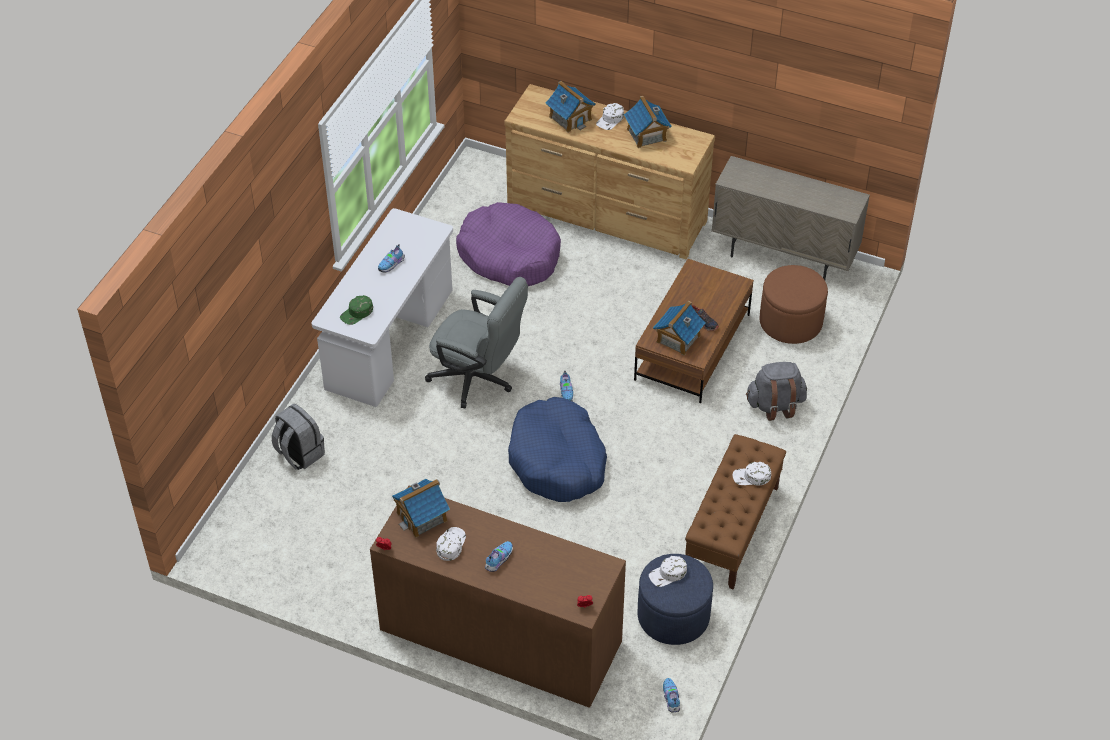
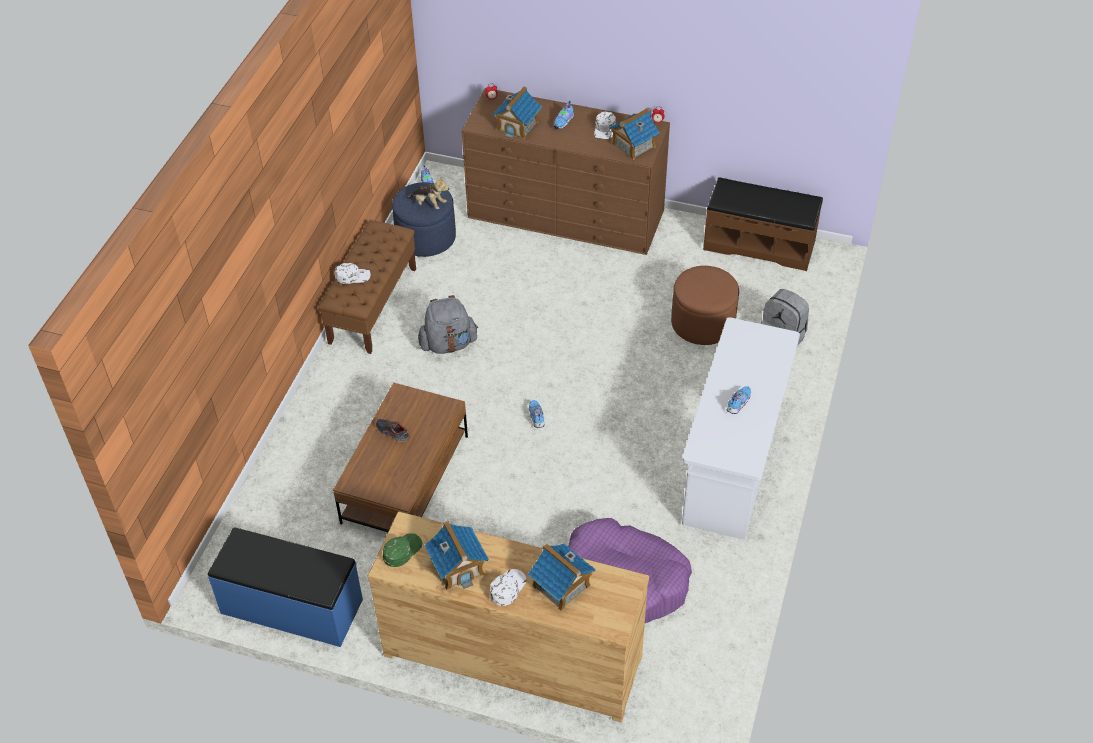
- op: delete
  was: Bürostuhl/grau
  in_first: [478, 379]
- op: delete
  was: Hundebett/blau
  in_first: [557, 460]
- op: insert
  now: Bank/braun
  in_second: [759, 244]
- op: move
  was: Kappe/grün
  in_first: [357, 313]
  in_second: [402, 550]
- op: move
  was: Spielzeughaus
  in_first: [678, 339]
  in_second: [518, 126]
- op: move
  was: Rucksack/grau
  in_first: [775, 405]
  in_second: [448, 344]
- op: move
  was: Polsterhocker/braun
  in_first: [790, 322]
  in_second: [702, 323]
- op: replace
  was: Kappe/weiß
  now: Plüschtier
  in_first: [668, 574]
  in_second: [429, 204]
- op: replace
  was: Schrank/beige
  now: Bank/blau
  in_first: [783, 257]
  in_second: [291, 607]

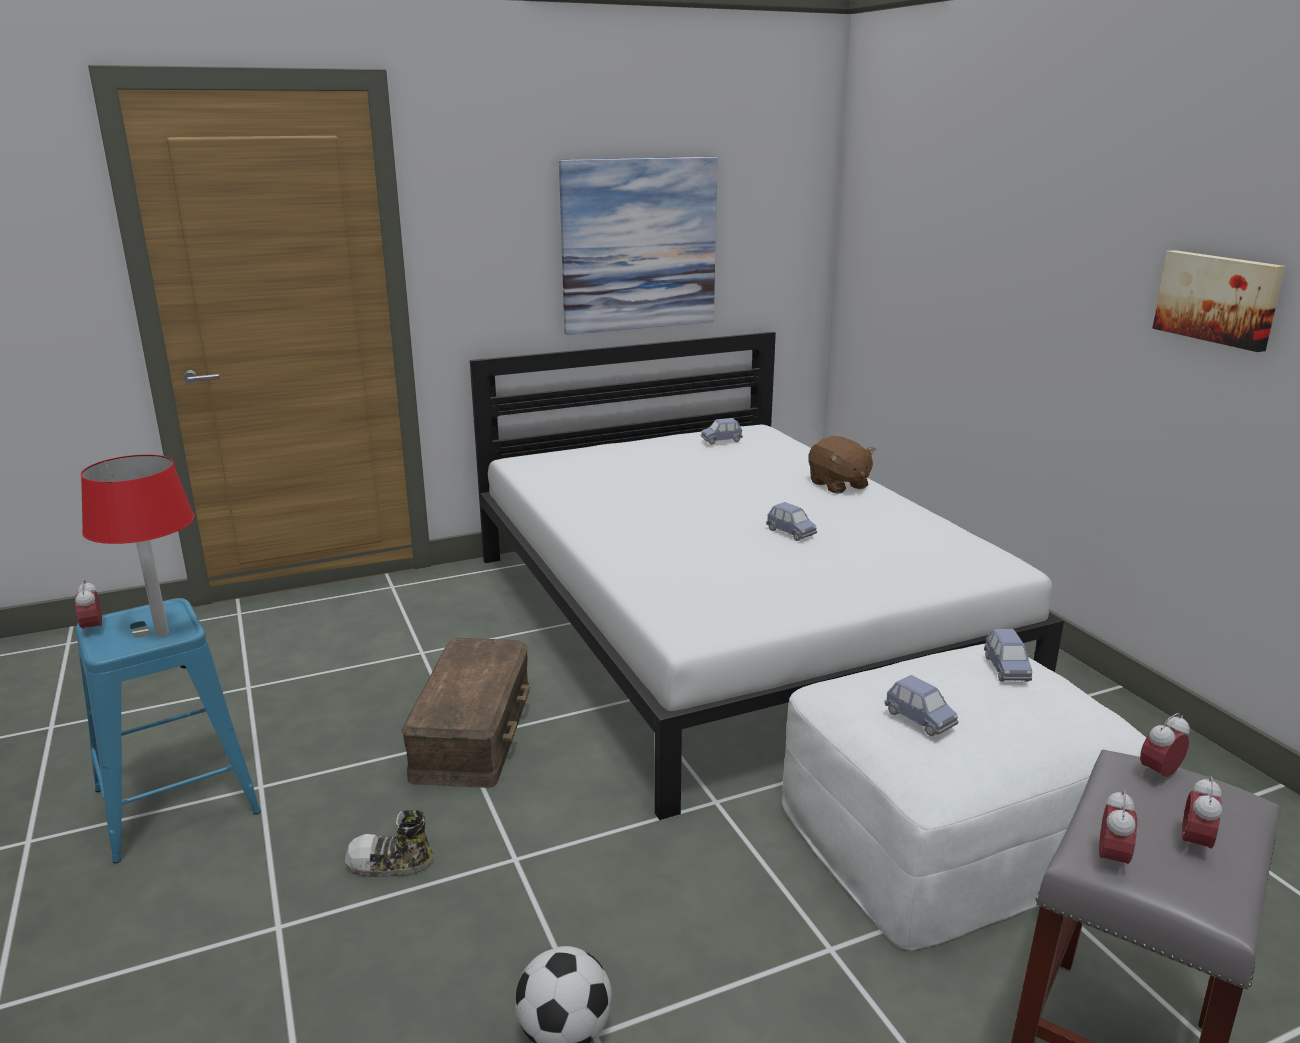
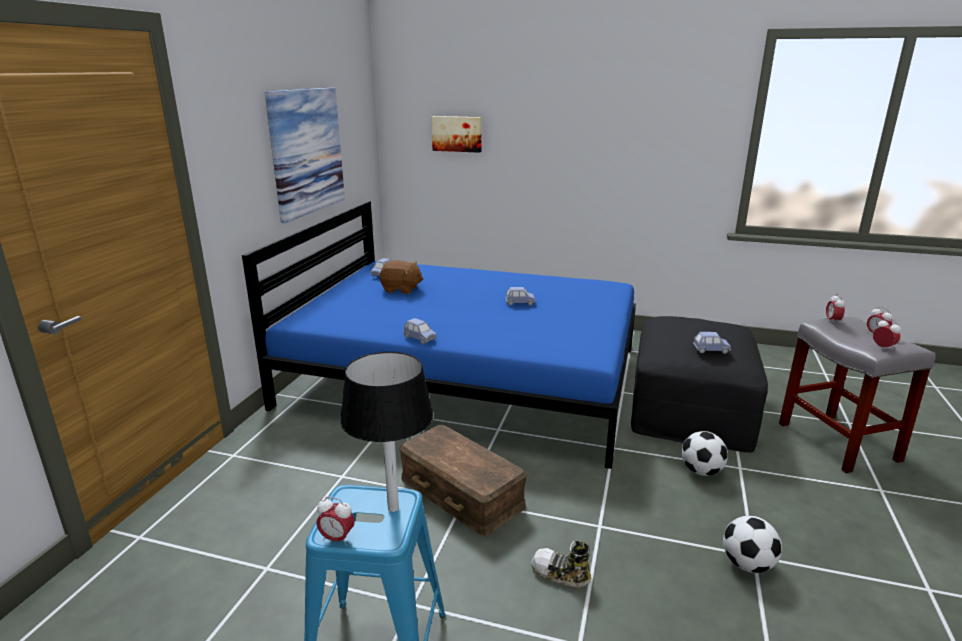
- op: insert
  now: Fußball
  in_second: [701, 471]
- op: move
  was: Plüschtier/braun
  in_first: [838, 485]
  in_second: [401, 289]
- op: move
  was: Spielzeugauto/blau
  in_first: [1006, 669]
  in_second: [419, 338]
- op: move
  was: Bild
  in_first: [1218, 298]
  in_second: [457, 134]
- op: recolor
  was: Tischlampe/rot
  now: Tischlampe/schwarz
  in_first: [162, 634]
  in_second: [393, 508]
- op: recolor
  was: Bett/weiß
  now: Bett/blau
  in_first: [727, 623]
  in_second: [465, 375]
- op: recolor
  was: Polsterhocker/weiß
  now: Polsterhocker/schwarz
  in_first: [949, 833]
  in_second: [690, 407]
- op: rotate
  was: Schuh
  in_first: [390, 864]
  in_second: [560, 574]
  clockwise: 75

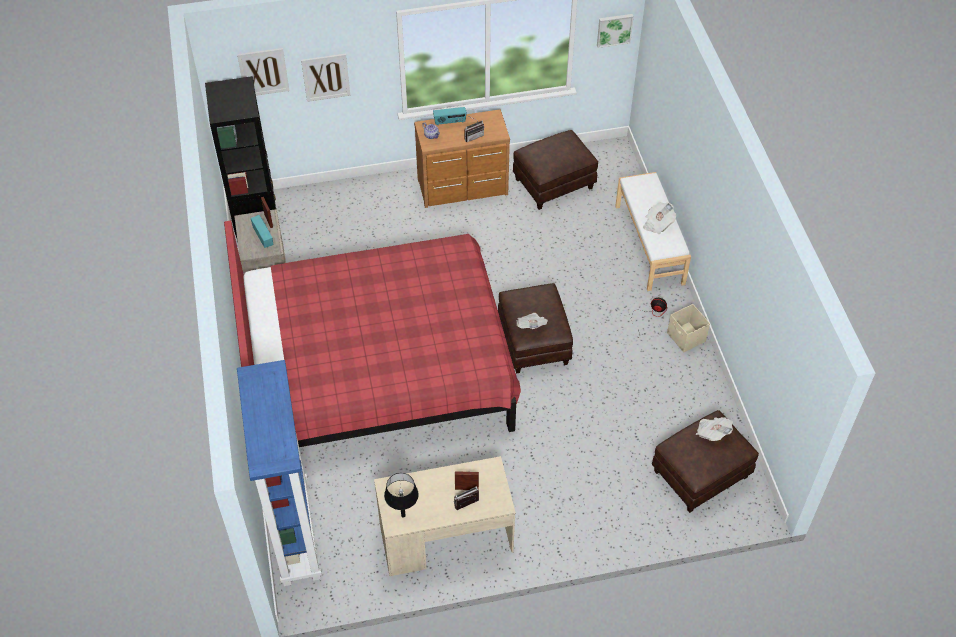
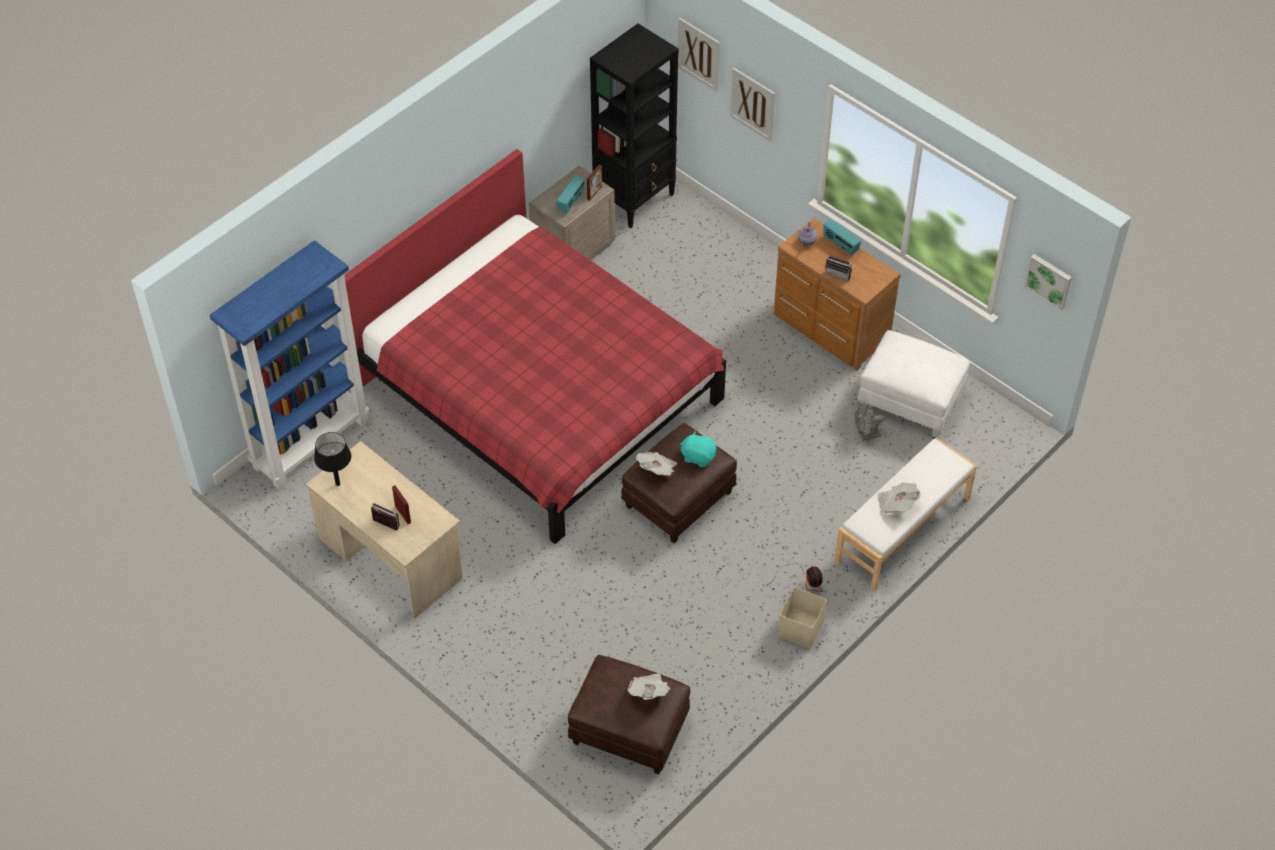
- op: insert
  now: Plüschtier/türkis
  in_second: [698, 456]
- op: insert
  now: Ventilator/grau
  in_second: [866, 435]
- op: recolor
  was: Polsterhocker/braun
  now: Polsterhocker/weiß
  in_first: [553, 184]
  in_second: [909, 400]

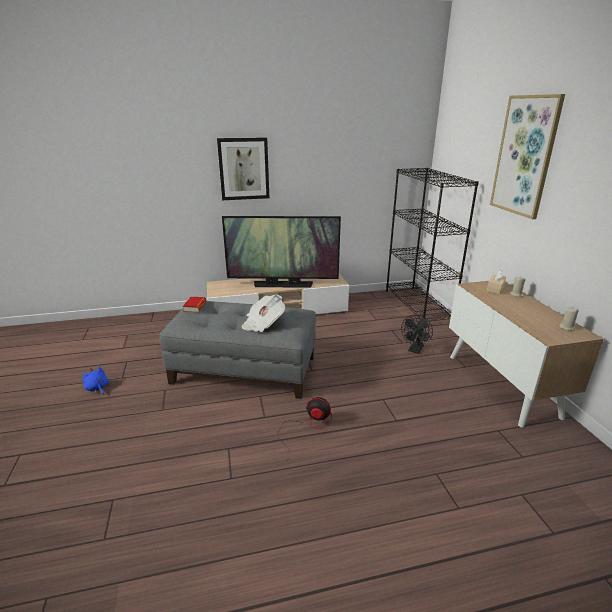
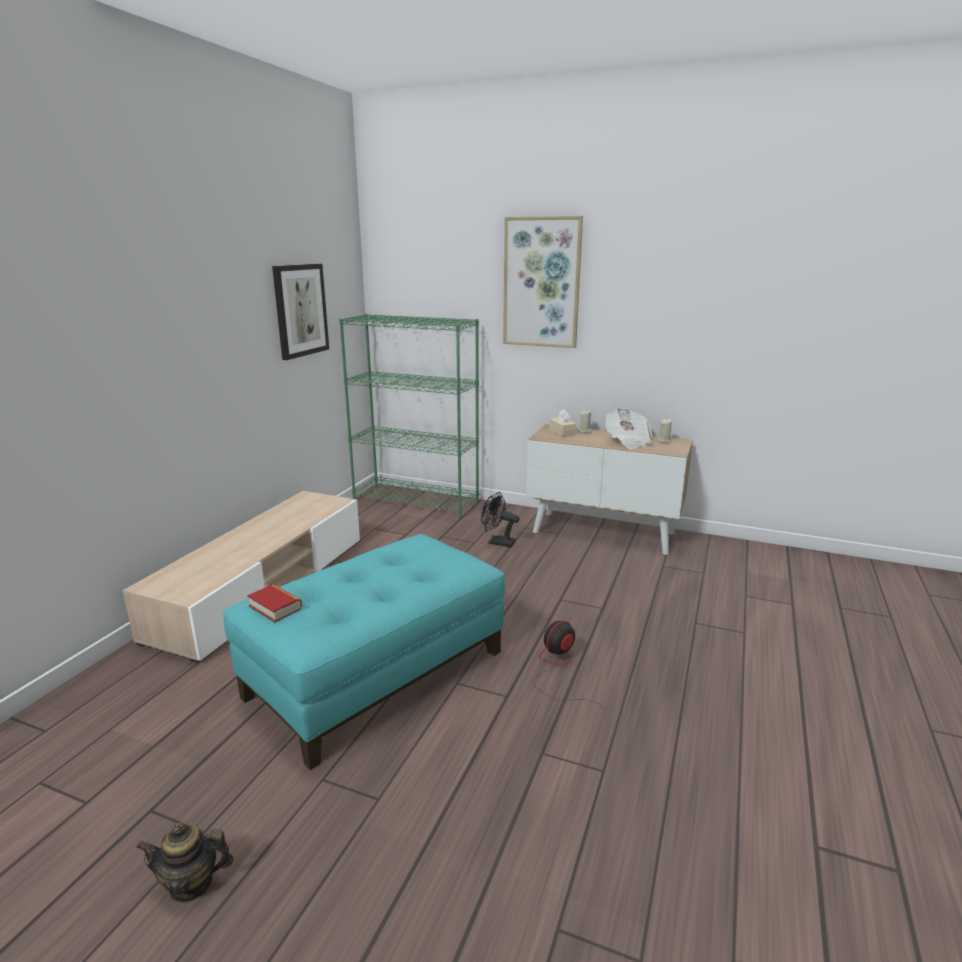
- op: delete
  was: Fernseher
  in_first: [283, 285]
- op: move
  was: Bild
  in_first: [244, 169]
  in_second: [300, 310]
- op: move
  was: Zeitung
  in_first: [263, 324]
  in_second: [627, 441]
- op: replace
  was: Plüschtier/blau
  now: Teekanne
  in_first: [97, 388]
  in_second: [191, 884]
- op: recolor
  was: Polsterhocker/grau
  now: Polsterhocker/türkis
  in_first: [244, 370]
  in_second: [377, 674]
- op: recolor
  was: Bücherregal/schwarz
  now: Bücherregal/grün
  in_first: [418, 305]
  in_second: [416, 501]
- op: rotate
  was: Ventilator/schwarz
  in_first: [415, 350]
  in_second: [497, 542]
  clockwise: 135

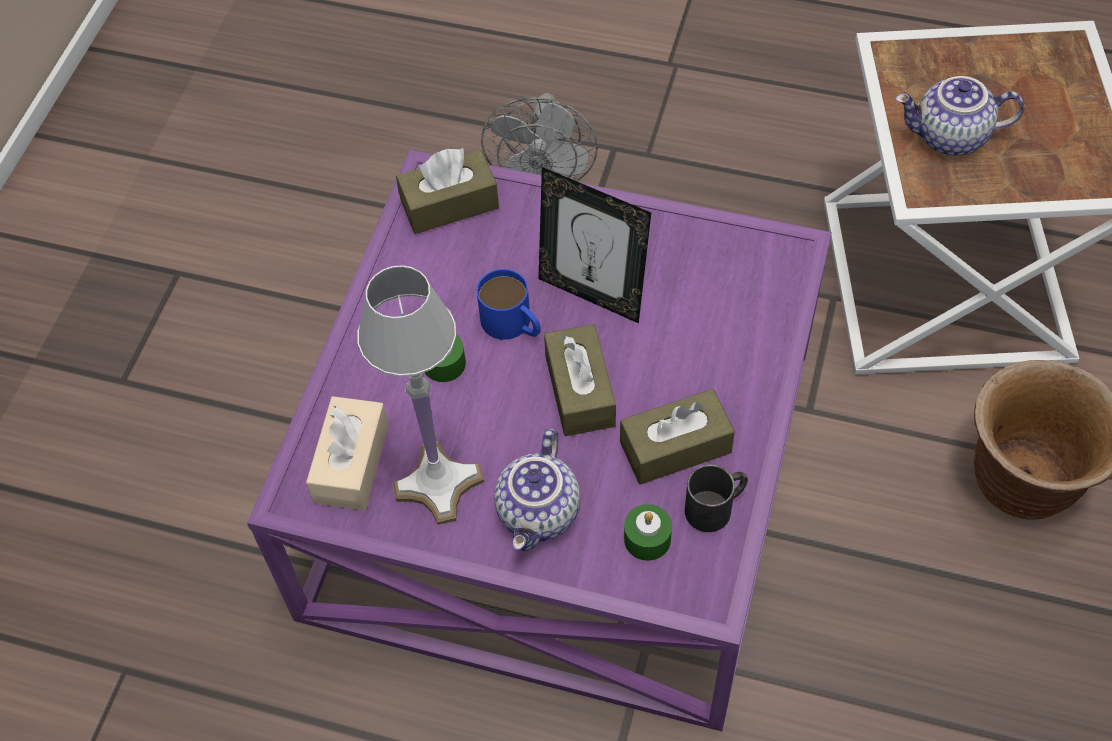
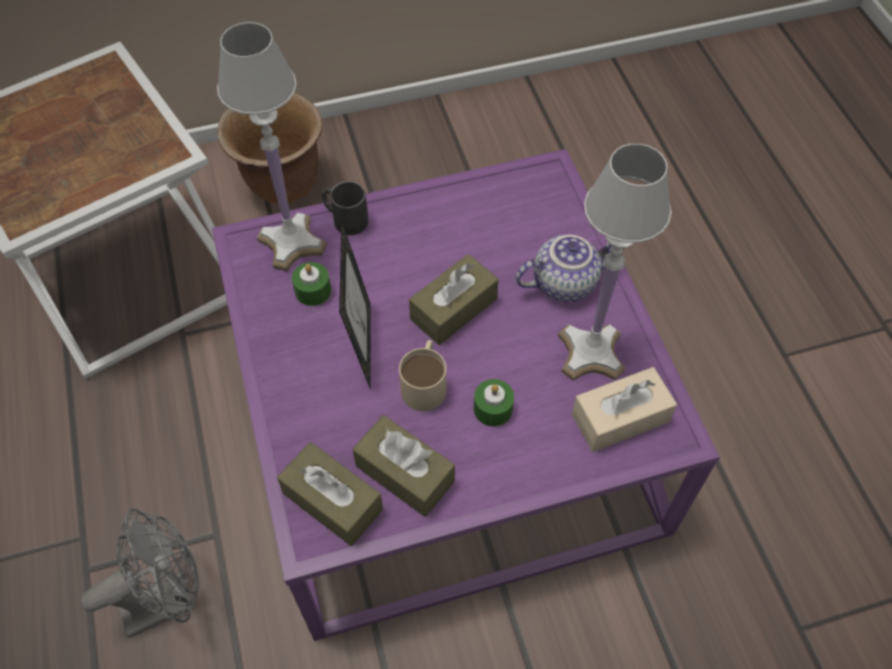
- op: delete
  was: Teekanne
  in_first: [950, 138]
- op: insert
  now: Tischlampe/weiß
  in_second: [291, 243]
- op: move
  was: Taschentuchbox/braun
  in_first: [675, 447]
  in_second: [405, 473]
- op: move
  was: Kerze/grün
  in_first: [647, 539]
  in_second: [313, 291]
- op: move
  was: Henkelbecher/schwarz
  in_first: [716, 506]
  in_second: [345, 218]
- op: recolor
  was: Henkelbecher/blau
  now: Henkelbecher/beige
  in_first: [513, 324]
  in_second: [425, 382]

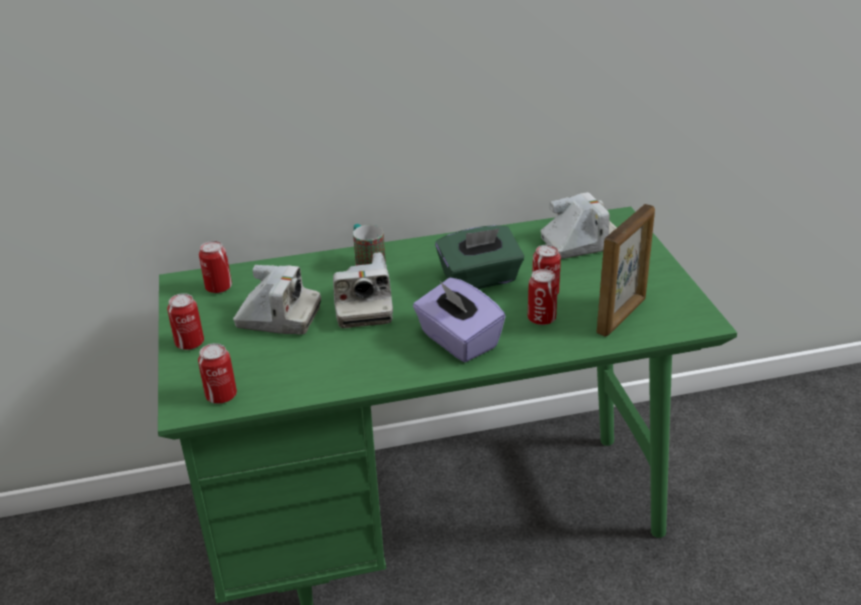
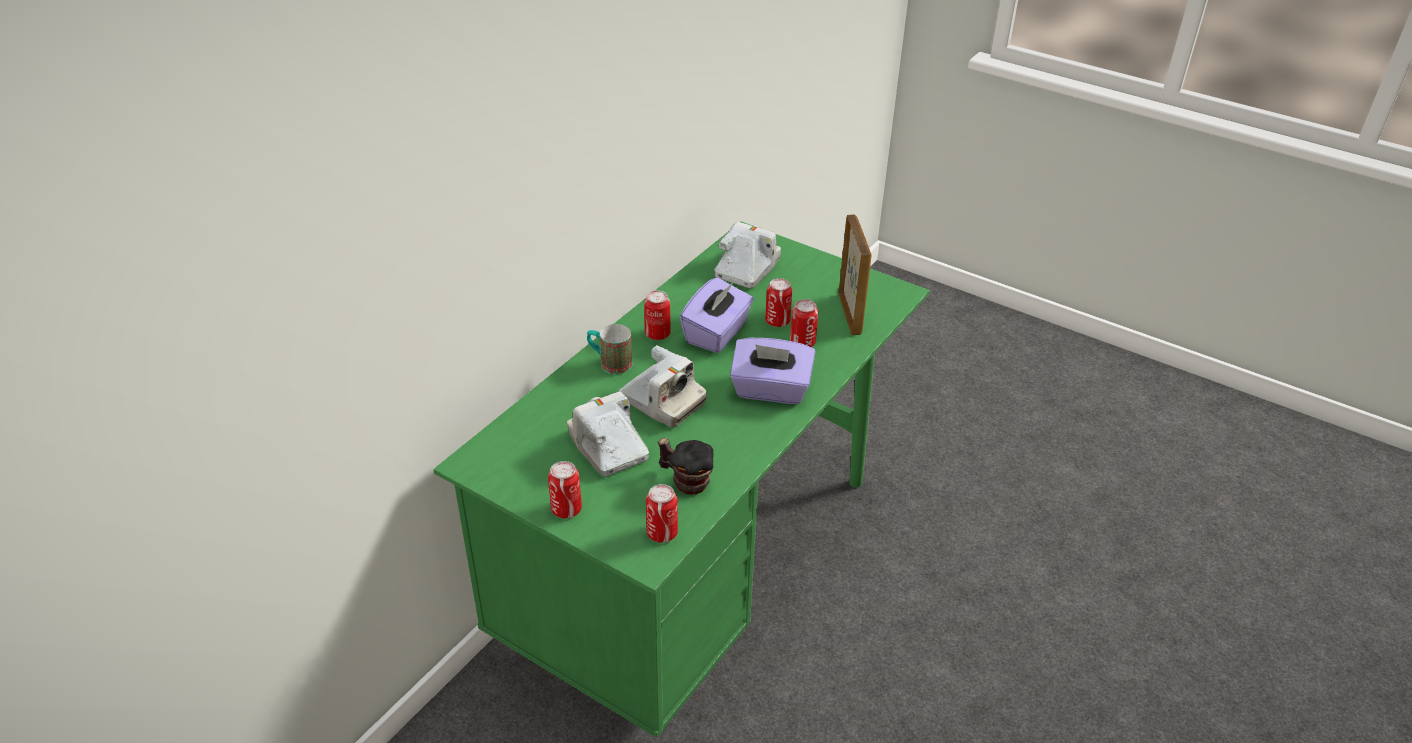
- op: insert
  now: Henkelbecher
  in_second: [686, 481]
- op: move
  was: Dose
  in_first: [219, 287]
  in_second: [657, 334]
- op: recolor
  was: Taschentuchbox/grün
  now: Taschentuchbox/lila
  in_first: [480, 279]
  in_second: [717, 333]
- op: rotate
  was: Kamera
  in_first: [278, 318]
  in_second: [608, 447]
  clockwise: -90

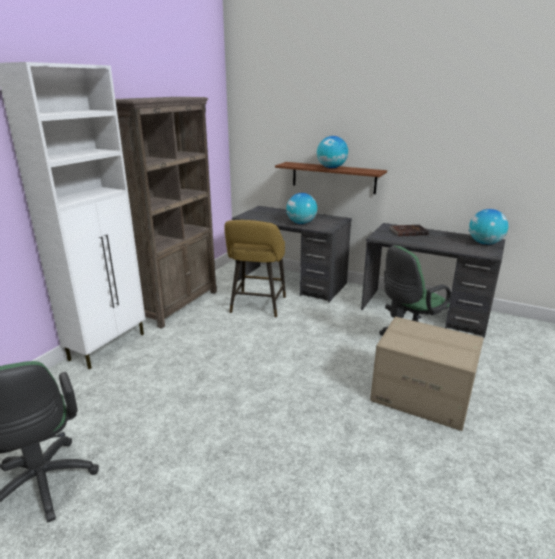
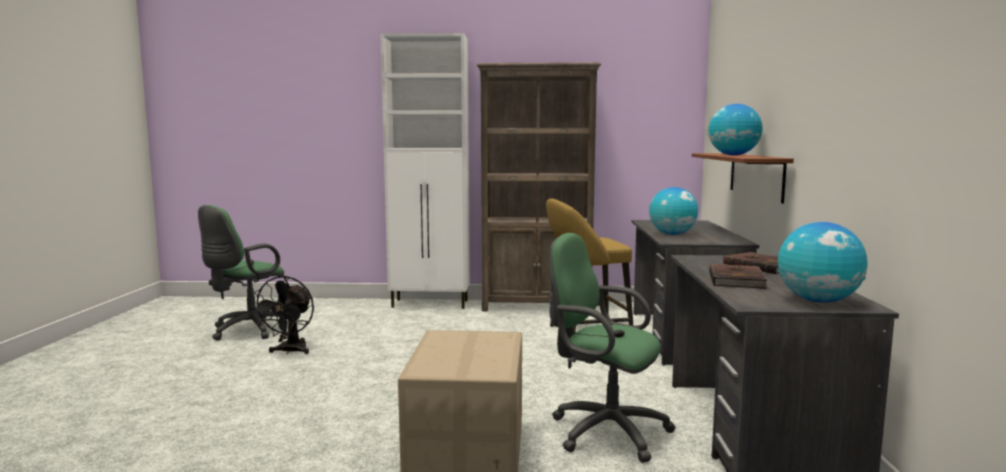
- op: insert
  now: Ventilator/schwarz
  in_second: [290, 351]
- op: insert
  now: Buch/braun
  in_second: [737, 279]

